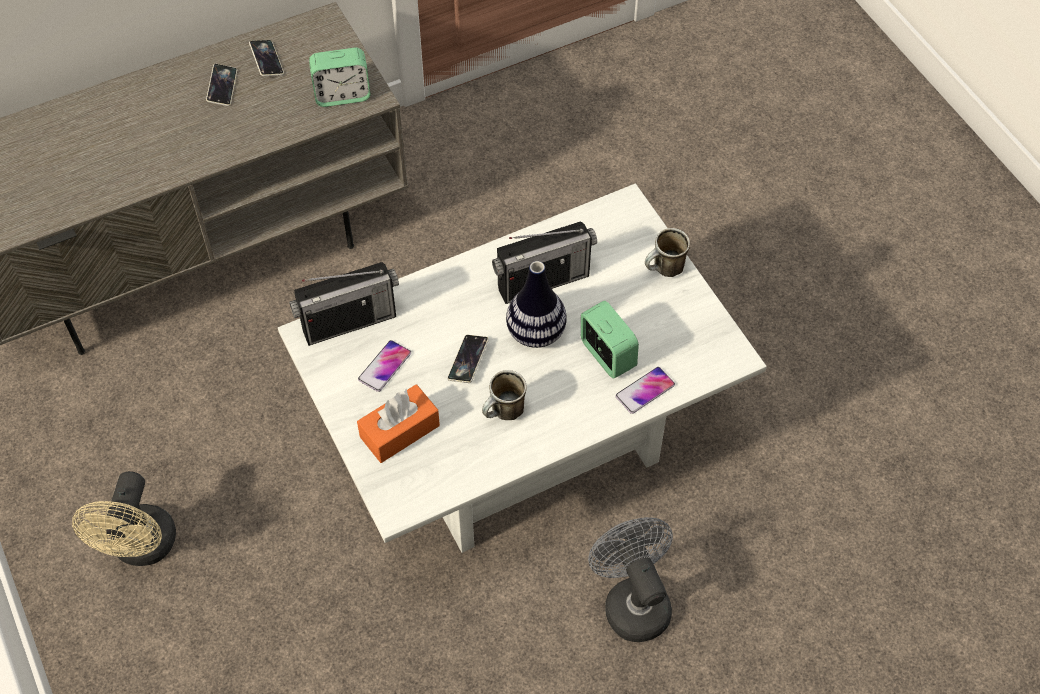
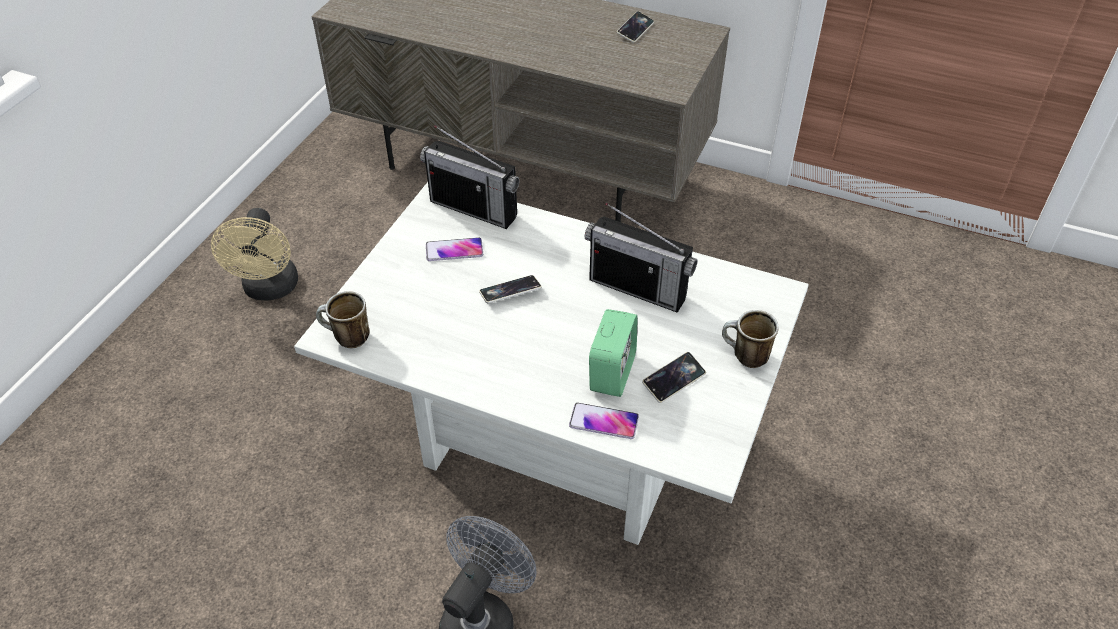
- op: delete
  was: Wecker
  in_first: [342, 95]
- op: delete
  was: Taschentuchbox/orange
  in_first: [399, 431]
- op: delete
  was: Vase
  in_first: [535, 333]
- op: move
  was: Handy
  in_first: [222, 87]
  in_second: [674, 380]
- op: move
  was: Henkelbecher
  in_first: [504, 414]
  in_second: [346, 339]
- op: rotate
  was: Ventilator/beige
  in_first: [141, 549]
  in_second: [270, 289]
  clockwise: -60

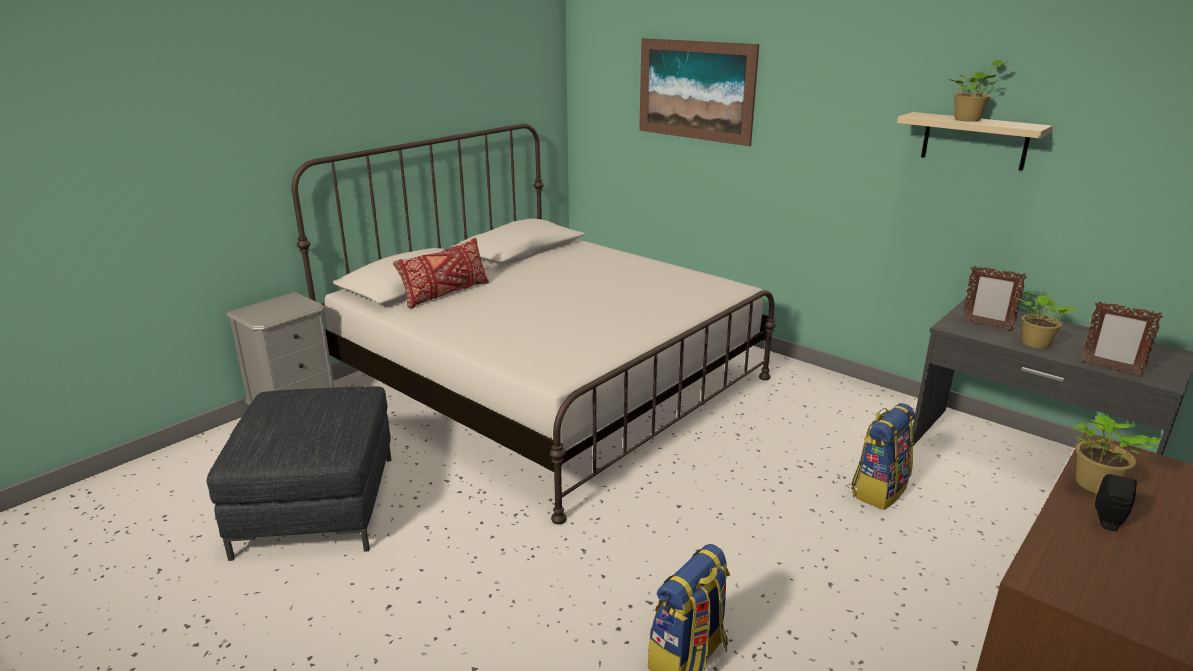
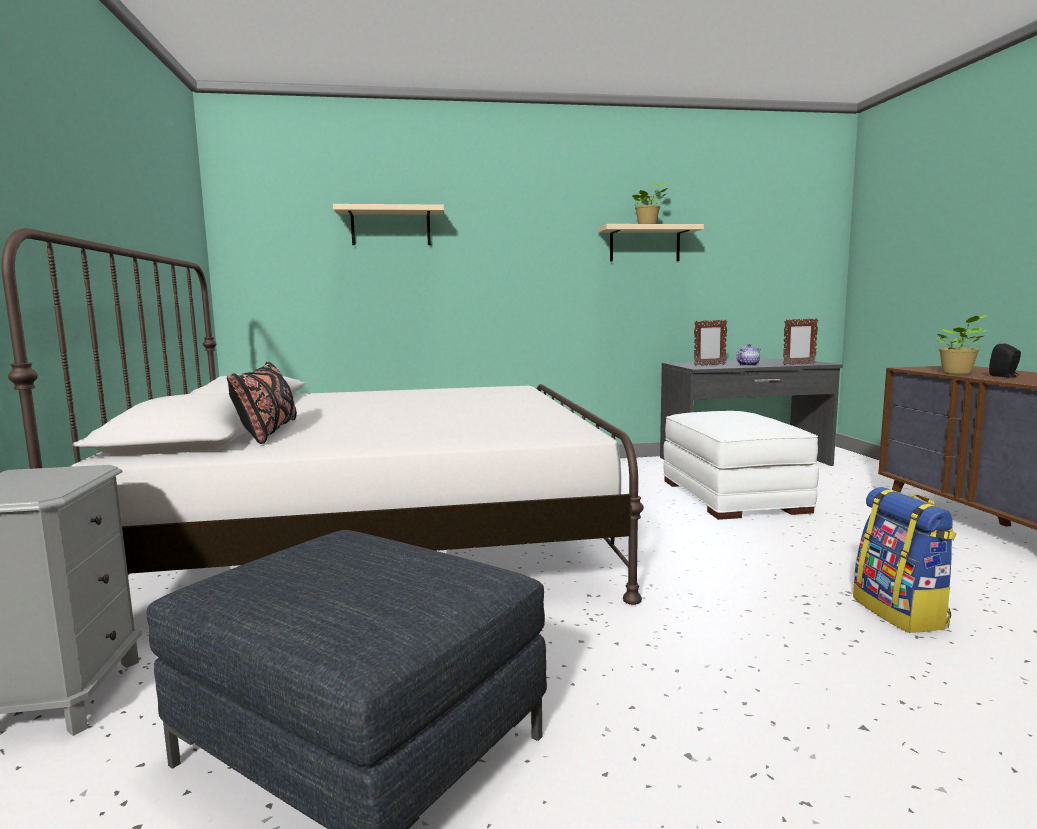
- op: replace
  was: Bild
  now: Wandregal/beige
  in_first: [695, 90]
  in_second: [391, 227]
- op: replace
  was: Rucksack
  now: Polsterhocker/weiß
  in_first: [878, 490]
  in_second: [731, 495]
- op: replace
  was: Topfpflanze
  now: Teekanne
  in_first: [1034, 344]
  in_second: [748, 365]
- op: recolor
  was: Kissen/rot
  now: Kissen/schwarz
  in_first: [445, 294]
  in_second: [268, 432]

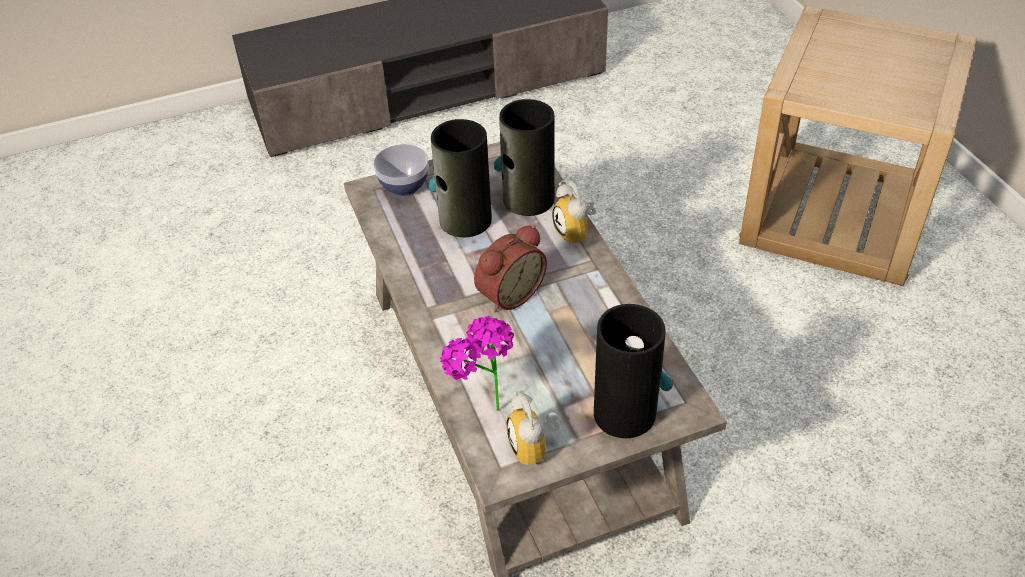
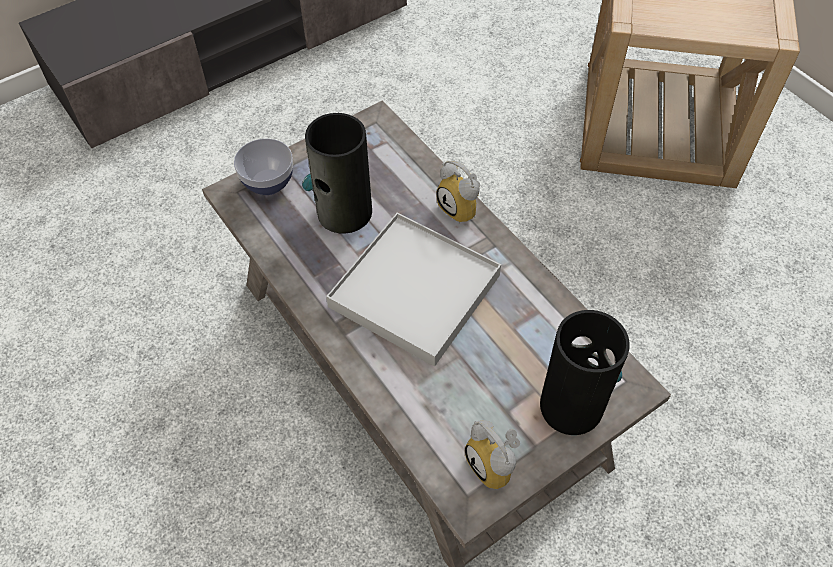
- op: delete
  was: Topfpflanze
  in_first: [482, 405]
- op: delete
  was: Vase
  in_first: [527, 199]
- op: replace
  was: Wecker
  now: Tablett/weiß
  in_first: [508, 293]
  in_second: [414, 290]

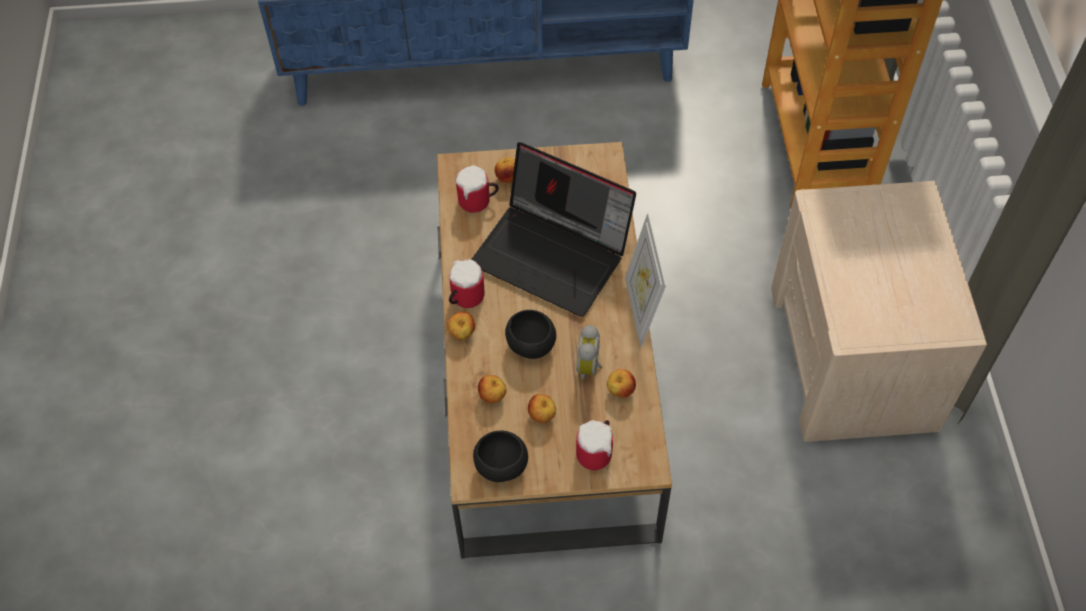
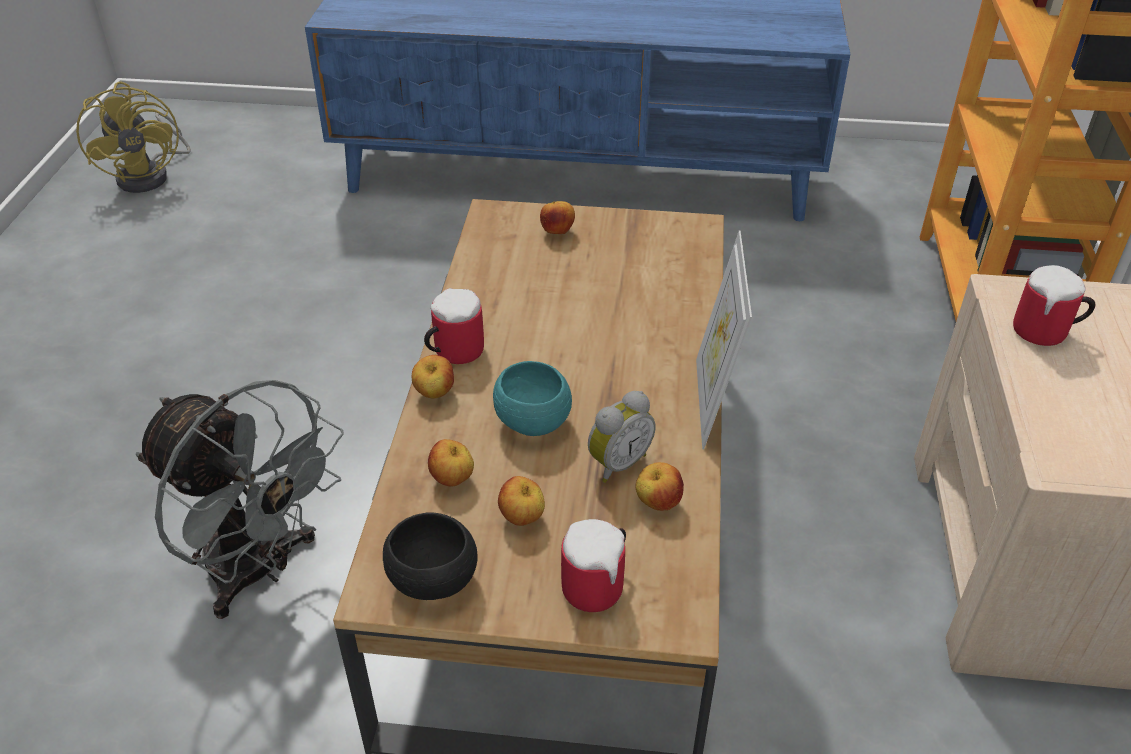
- op: delete
  was: Laptop
  in_first: [554, 254]
- op: insert
  now: Ventilator/gelb
  in_second: [151, 175]
- op: insert
  now: Ventilator/grau
  in_second: [260, 570]
- op: move
  was: Henkelbecher
  in_first: [478, 202]
  in_second: [1047, 333]
- op: recolor
  was: Schüssel/schwarz
  now: Schüssel/türkis
  in_first: [531, 345]
  in_second: [533, 422]
- op: rotate
  was: Wecker
  in_first: [590, 366]
  in_second: [617, 463]
  clockwise: -150

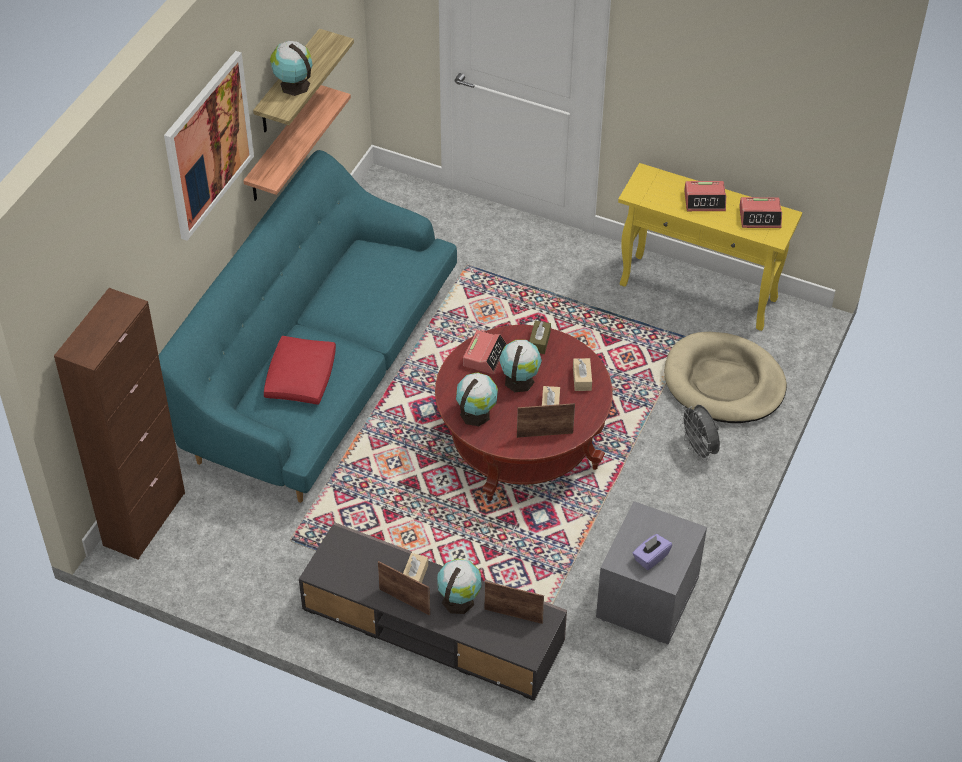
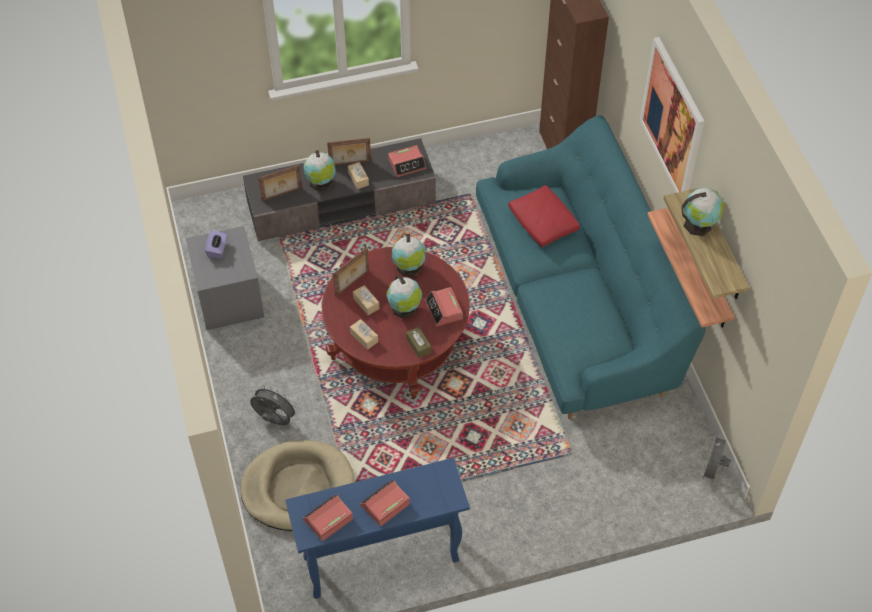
- op: insert
  now: Wecker
  in_second: [407, 164]
- op: insert
  now: Ventilator/grau
  in_second: [711, 471]
- op: recolor
  was: Konsolentisch/gelb
  now: Konsolentisch/blau
  in_first: [699, 292]
  in_second: [380, 560]

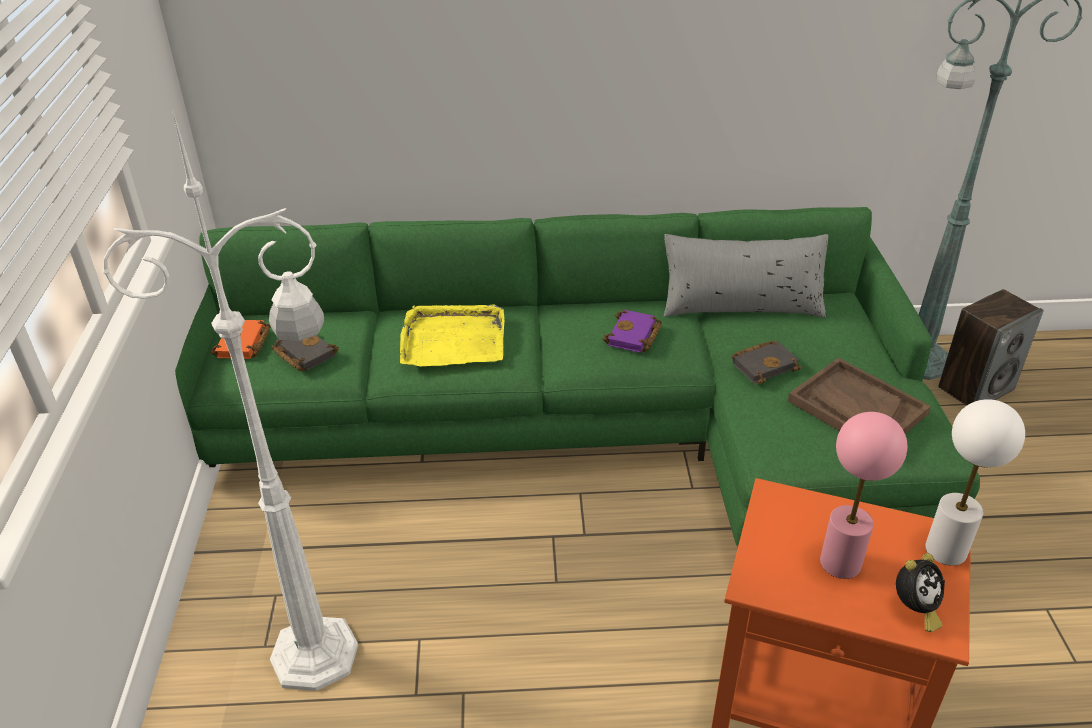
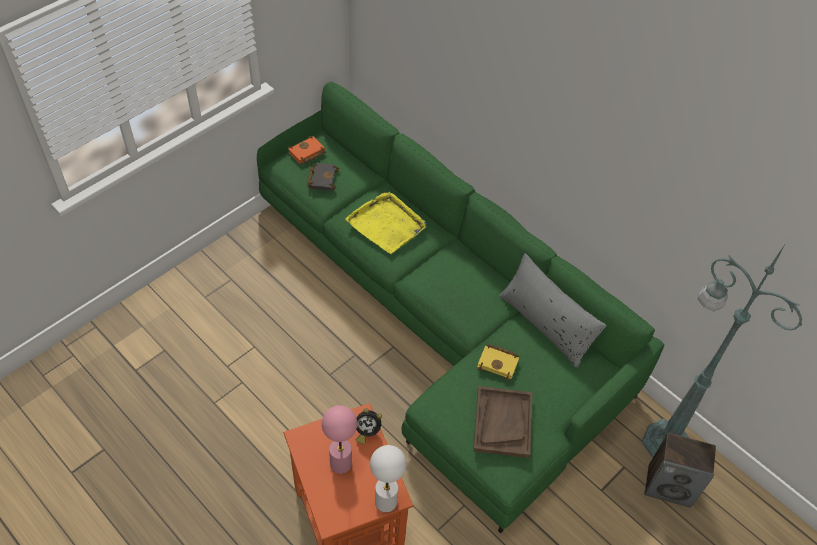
- op: delete
  was: Stehlampe/weiß
  in_first: [320, 653]
- op: delete
  was: Buch/lila
  in_first: [634, 337]
- op: move
  was: Wecker
  in_first: [914, 609]
  in_second: [366, 431]
- op: recolor
  was: Buch/schwarz
  now: Buch/gelb
  in_first: [764, 365]
  in_second: [499, 363]

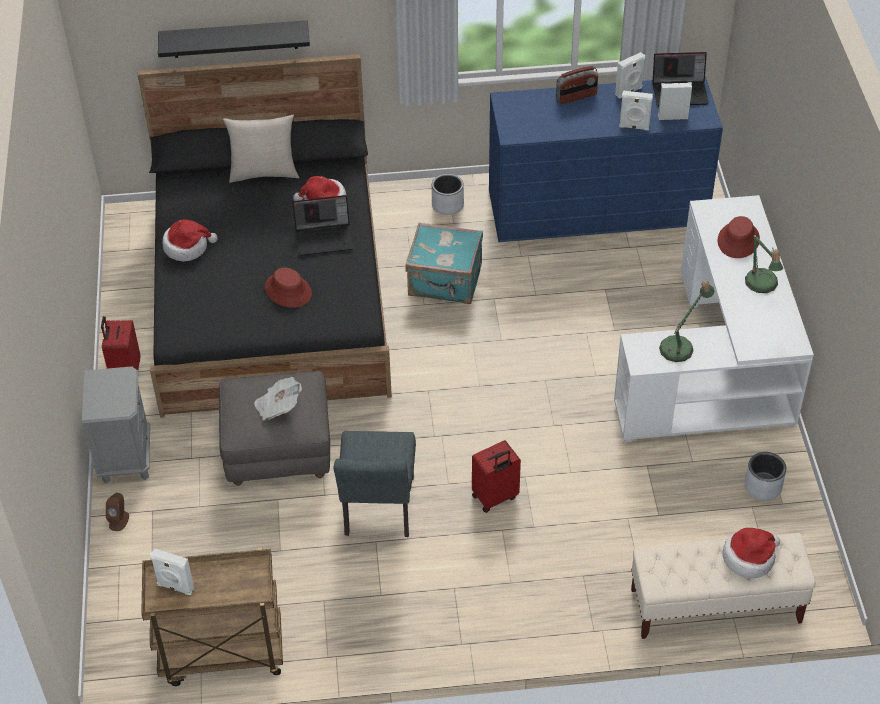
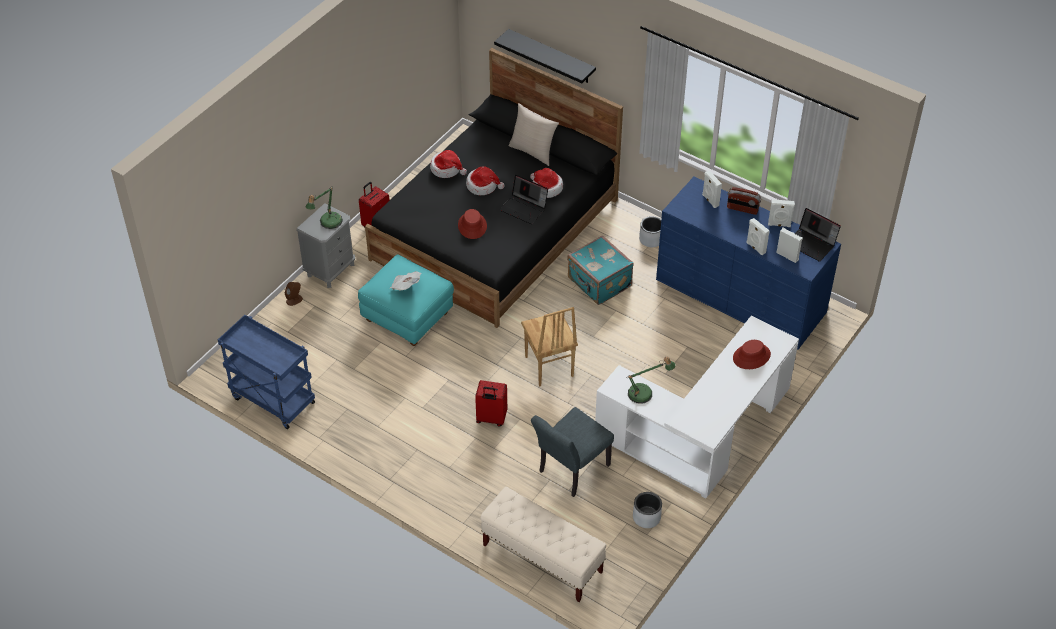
- op: insert
  now: Stuhl/braun
  in_second: [548, 367]
- op: move
  was: Lautsprecher/weiß
  in_first: [175, 587]
  in_second: [710, 200]
- op: move
  was: Stuhl/grau
  in_first: [378, 512]
  in_second: [570, 471]
- op: move
  was: Hut
  in_first: [749, 557]
  in_second: [483, 186]
- op: move
  was: Tischlampe
  in_first: [762, 286]
  in_second: [328, 223]
- op: recolor
  was: Rollwagen/braun
  now: Rollwagen/blau
  in_first: [221, 655]
  in_second: [271, 400]
- op: recolor
  was: Polsterhocker/grau
  now: Polsterhocker/türkis
  in_first: [278, 451]
  in_second: [408, 317]

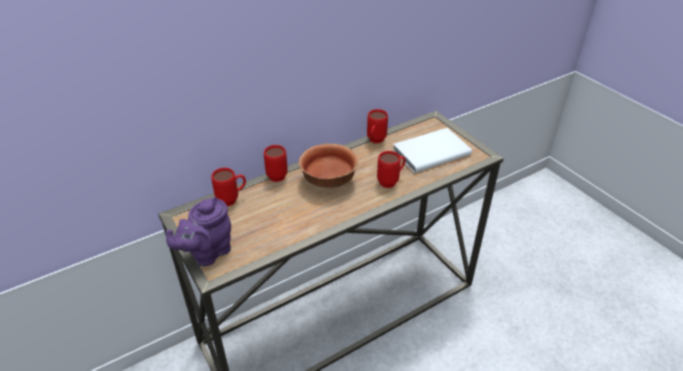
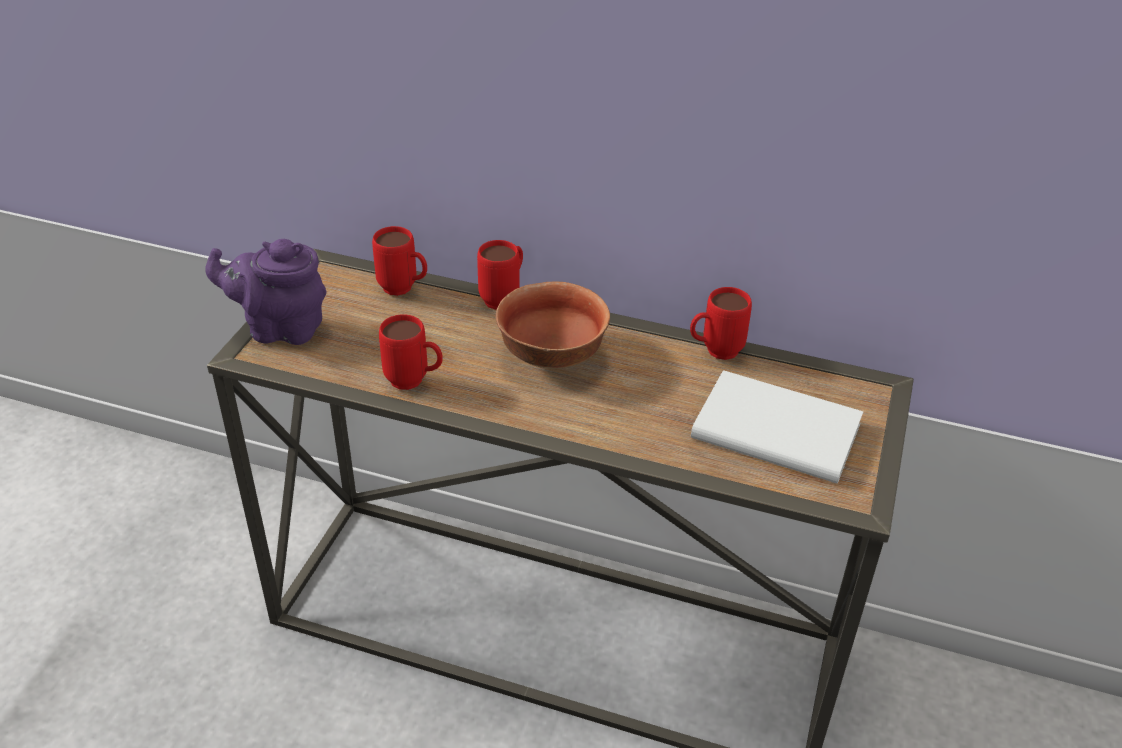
- op: move
  was: Henkelbecher/rot
  in_first: [391, 181]
  in_second: [414, 382]

